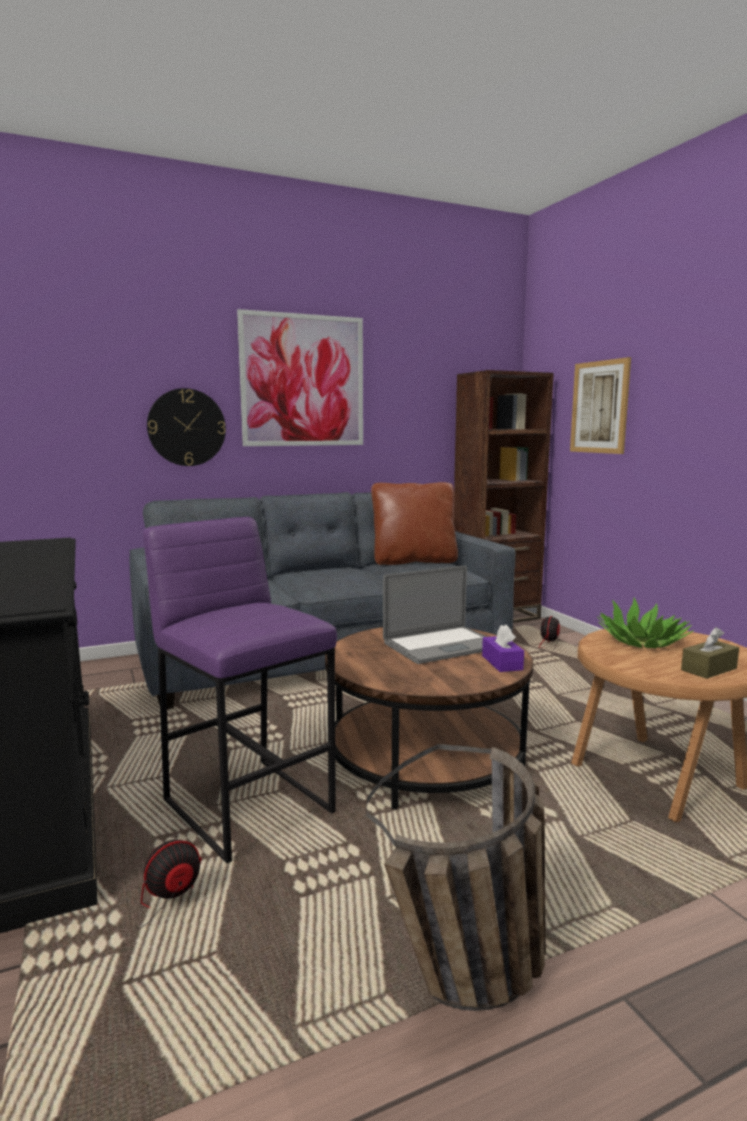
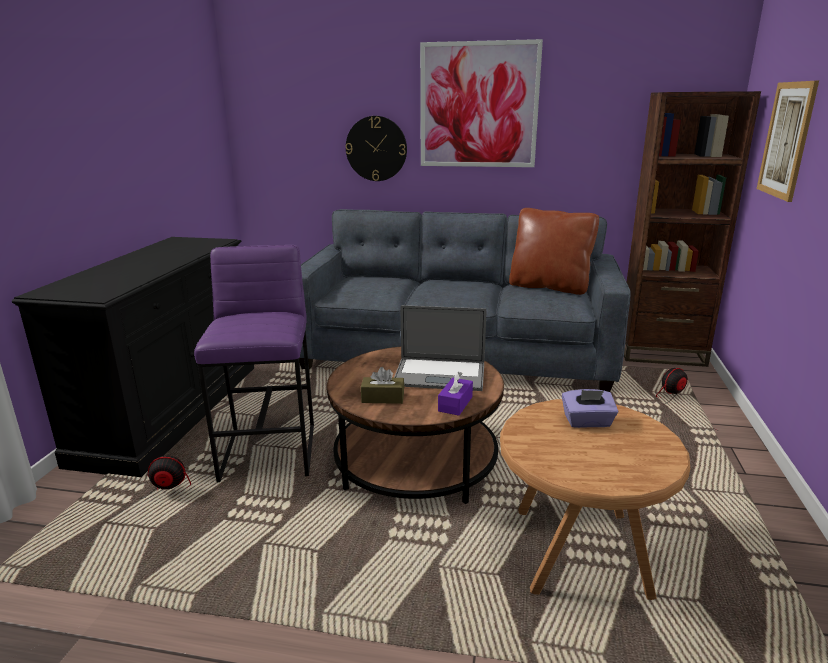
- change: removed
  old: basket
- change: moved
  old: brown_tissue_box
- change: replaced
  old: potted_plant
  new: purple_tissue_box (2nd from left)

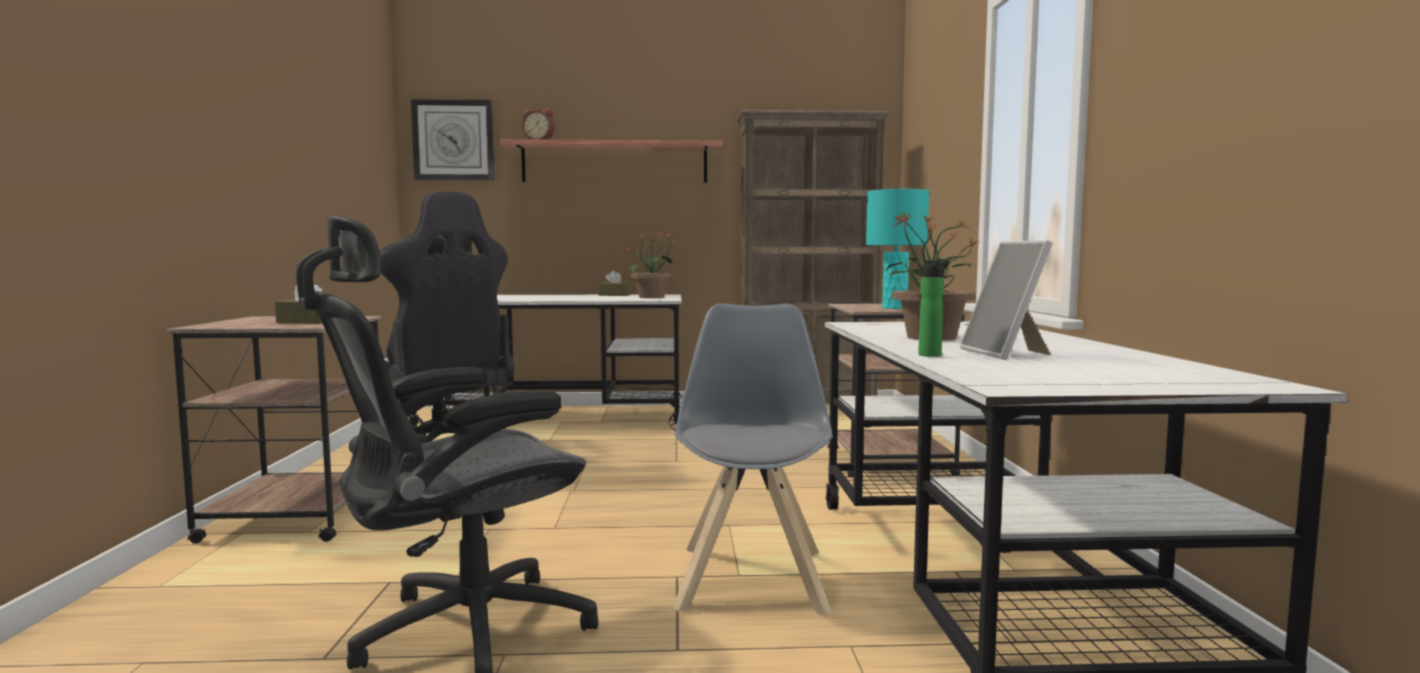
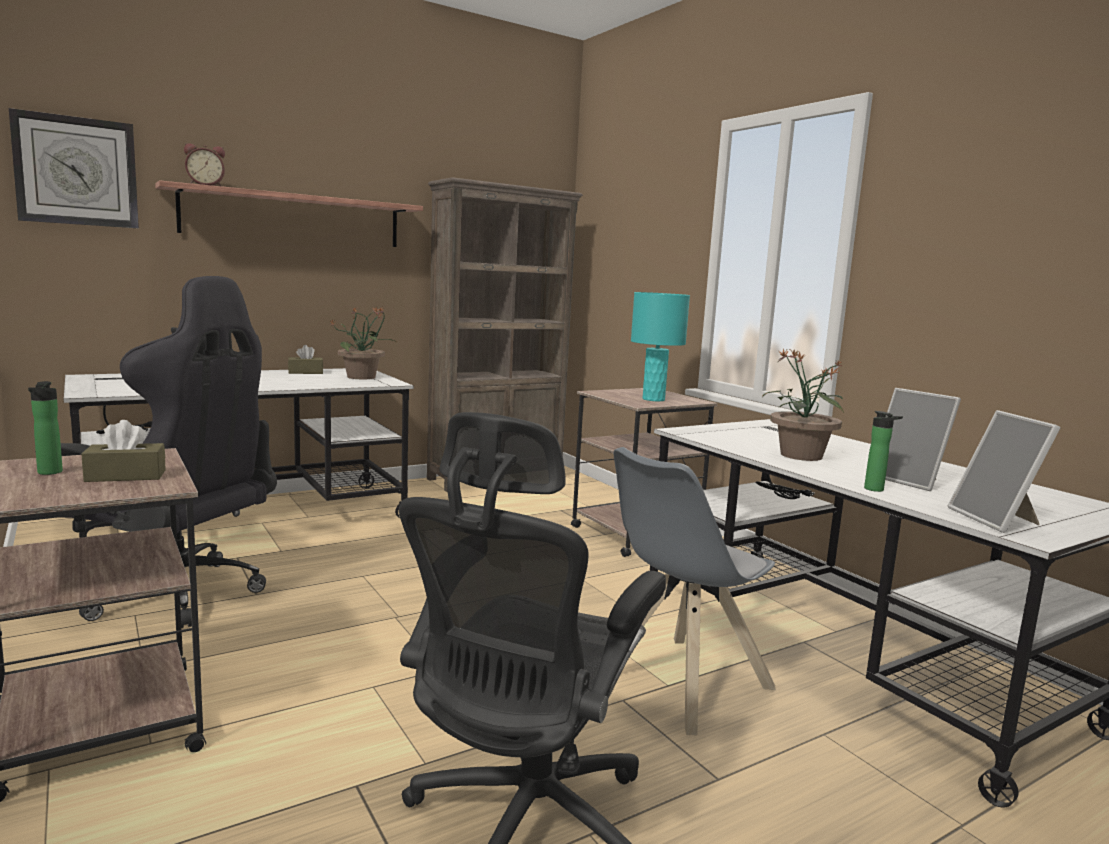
- change: added
  new: bottle (1st from left)
- change: added
  new: picture_frame (2nd from left)
- change: turned
  old: grey_chair
  degrees: -105

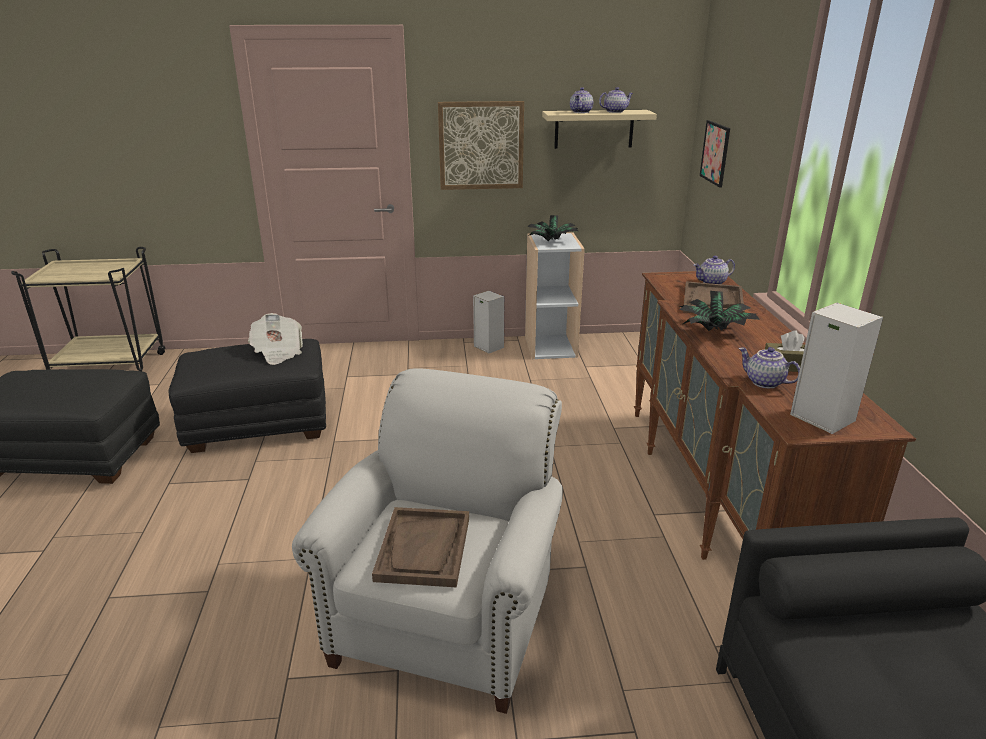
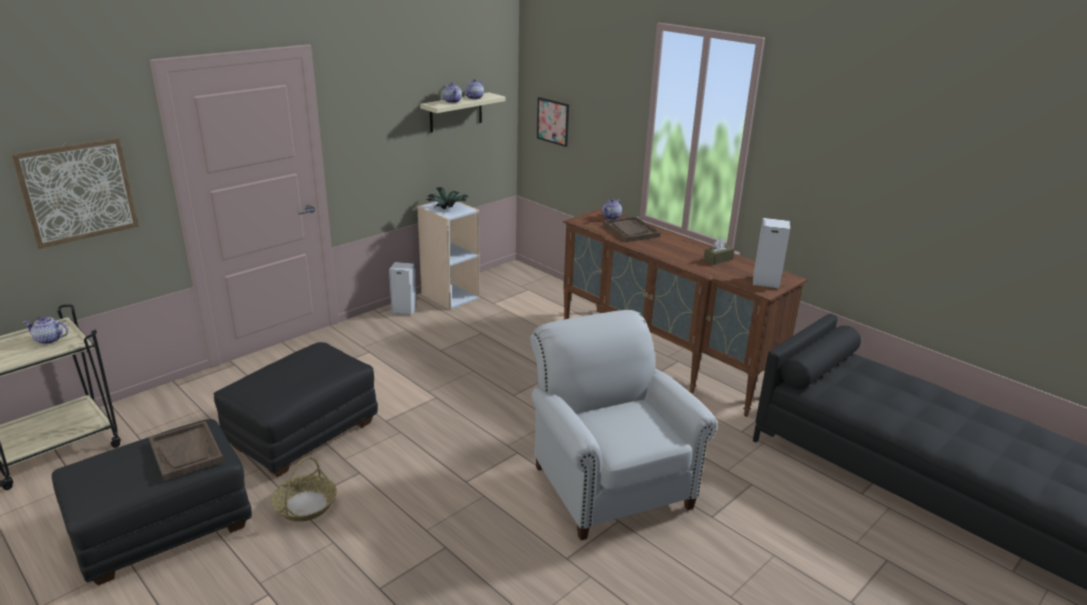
- change: removed
  old: newspaper
- change: removed
  old: potted_plant (2nd from left)
- change: added
  new: basket
- change: moved
  old: brown_tray (1st from left)
- change: moved
  old: picture (1st from left)
- change: moved
  old: teapot (4th from left in the first image)
  new: teapot (1st from left)

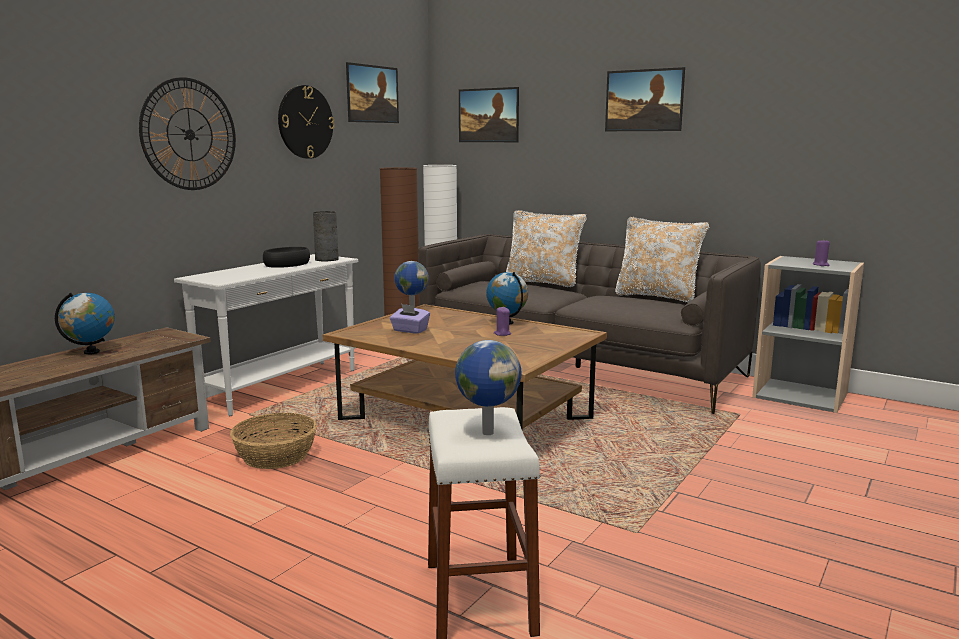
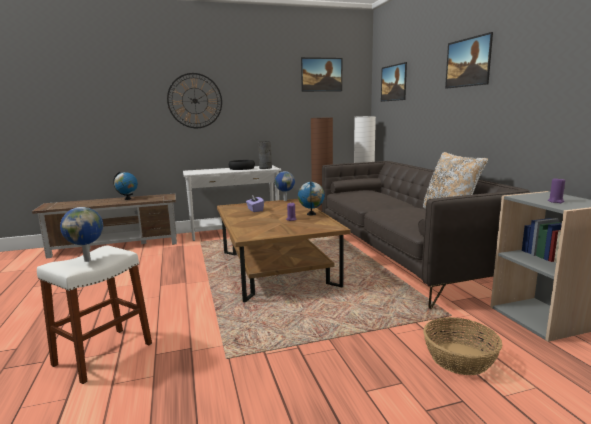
- change: removed
  old: wall_clock (2nd from left)
- change: removed
  old: white_pillow (1st from left)
- change: moved
  old: basket

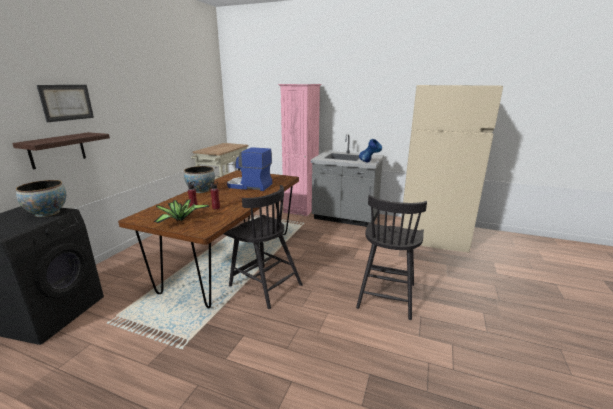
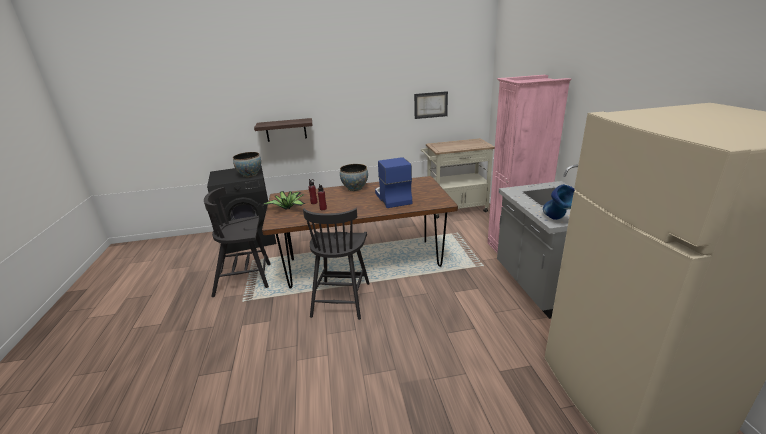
- change: moved
  old: picture
- change: moved
  old: black_chair (2nd from left in the first image)
  new: black_chair (1st from left)

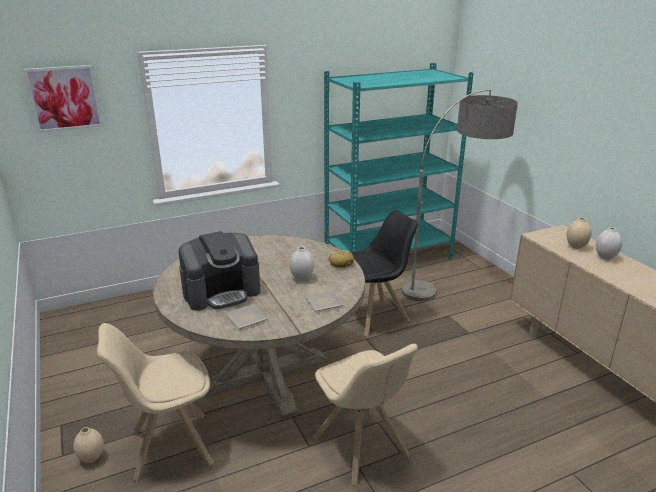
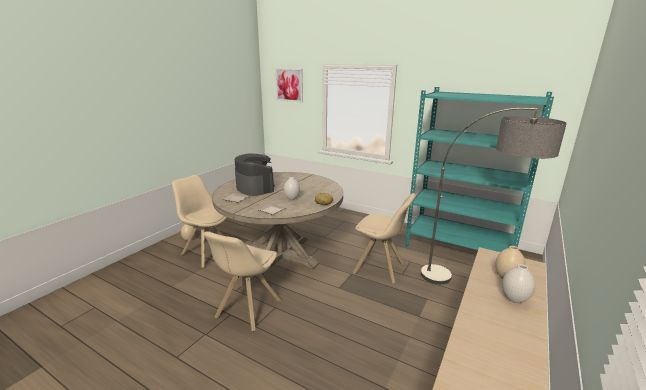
- change: recoloured
  old: black_chair
  new: beige_chair (3rd from left)
- change: turned
  old: coffee_machine
  degrees: -150

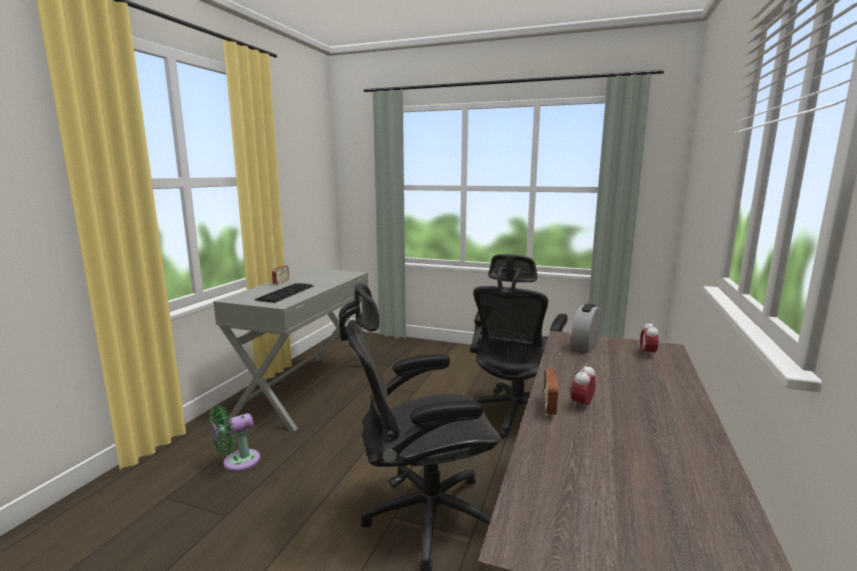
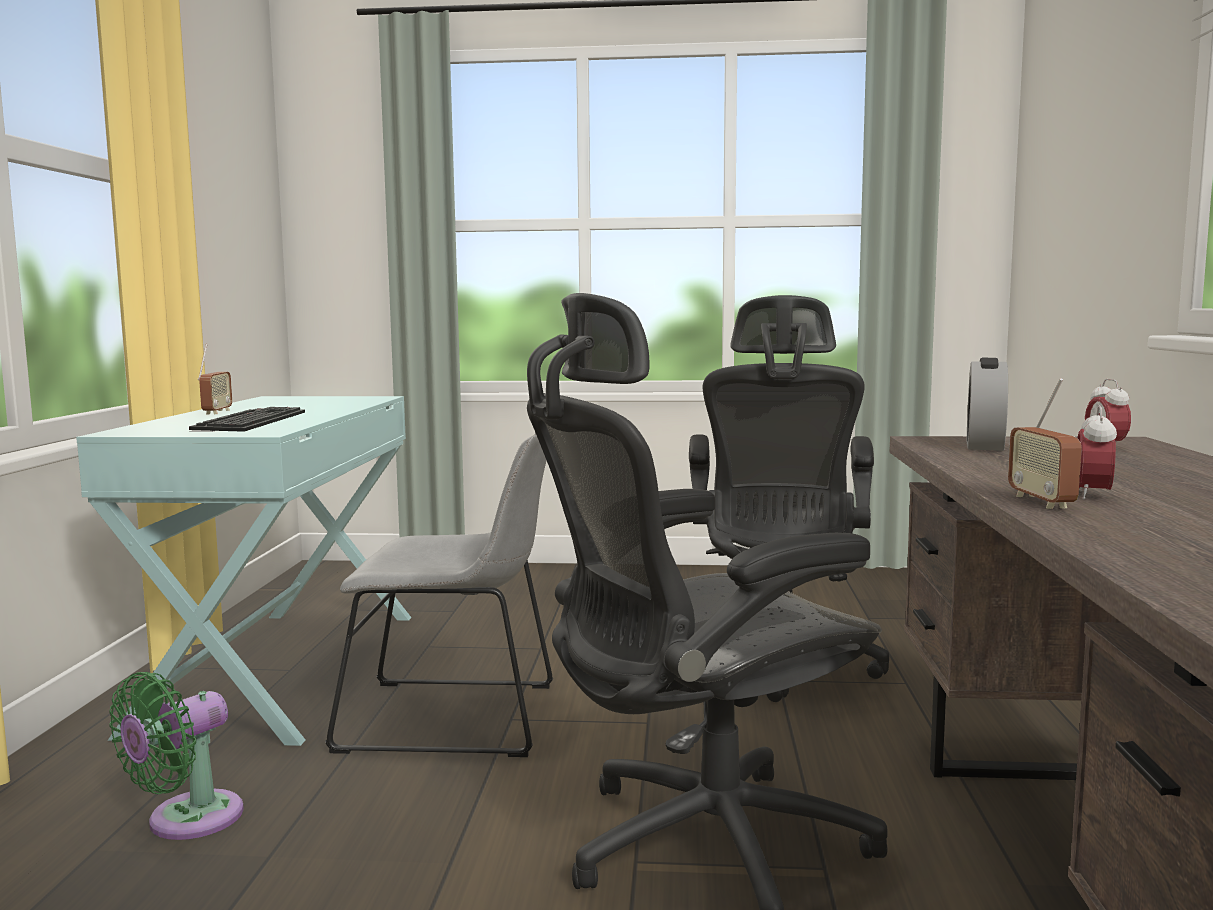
- change: added
  new: grey_chair
- change: recoloured
  old: grey_desk
  new: turquoise_desk

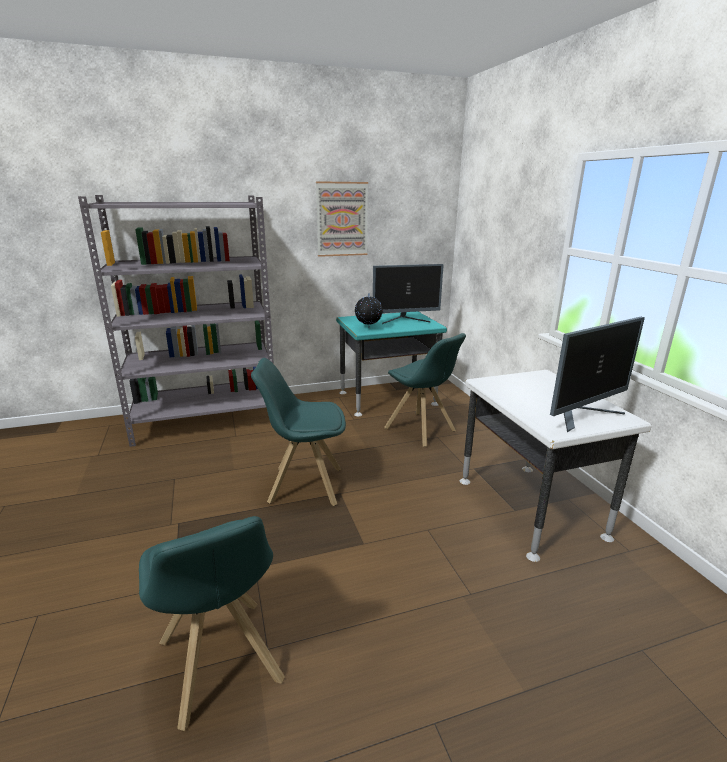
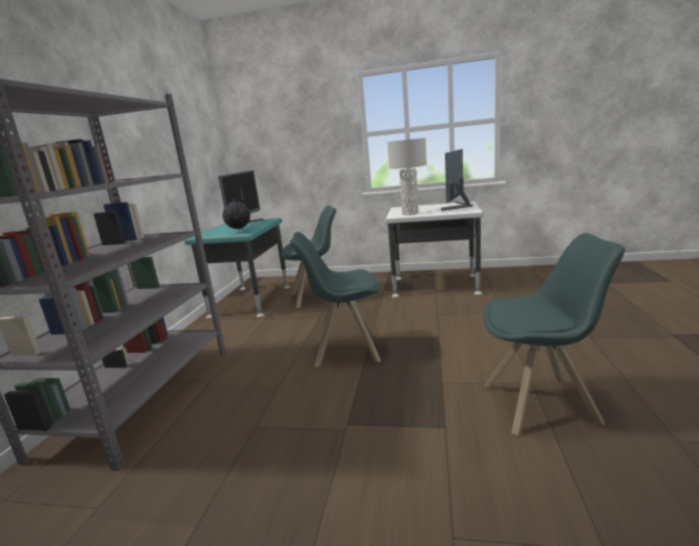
- change: removed
  old: picture
- change: added
  new: white_table_lamp
- change: turned
  old: turquoise_chair (2nd from left)
  degrees: 60
- change: turned
  old: monitor (2nd from left)
  degrees: -150

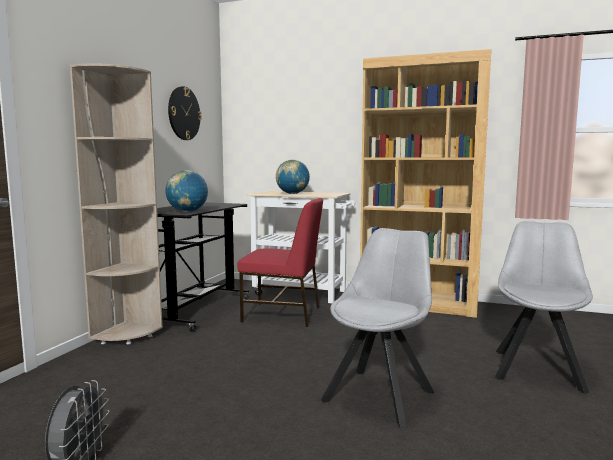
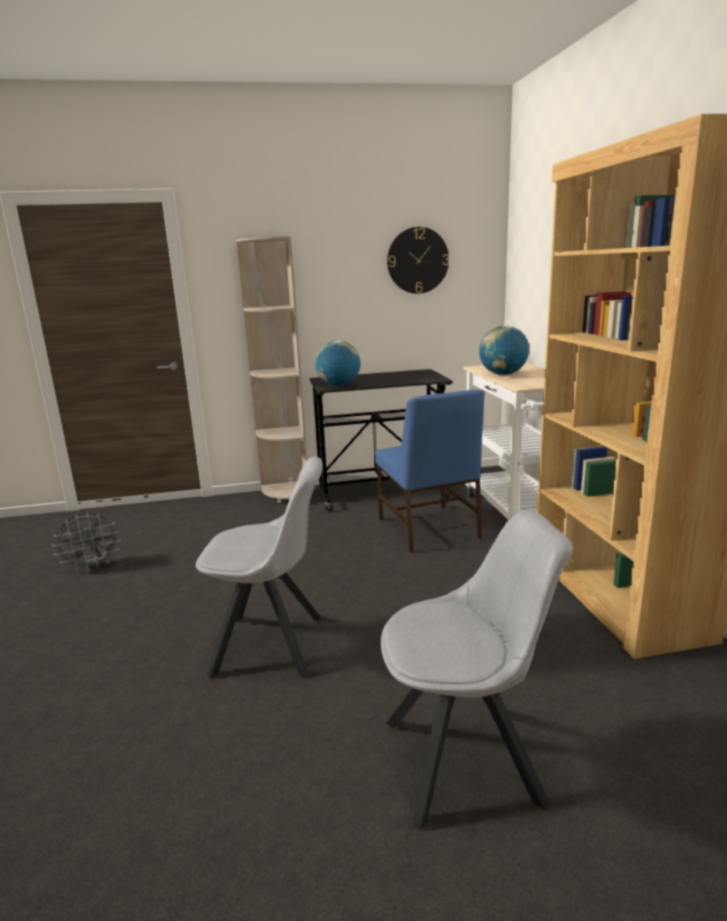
- change: recoloured
  old: red_chair
  new: blue_chair

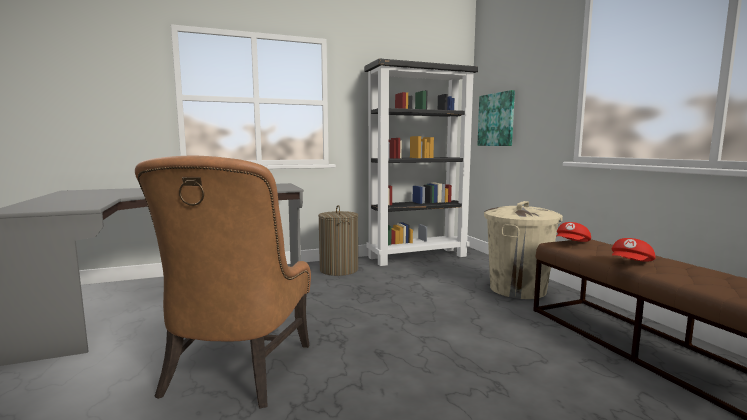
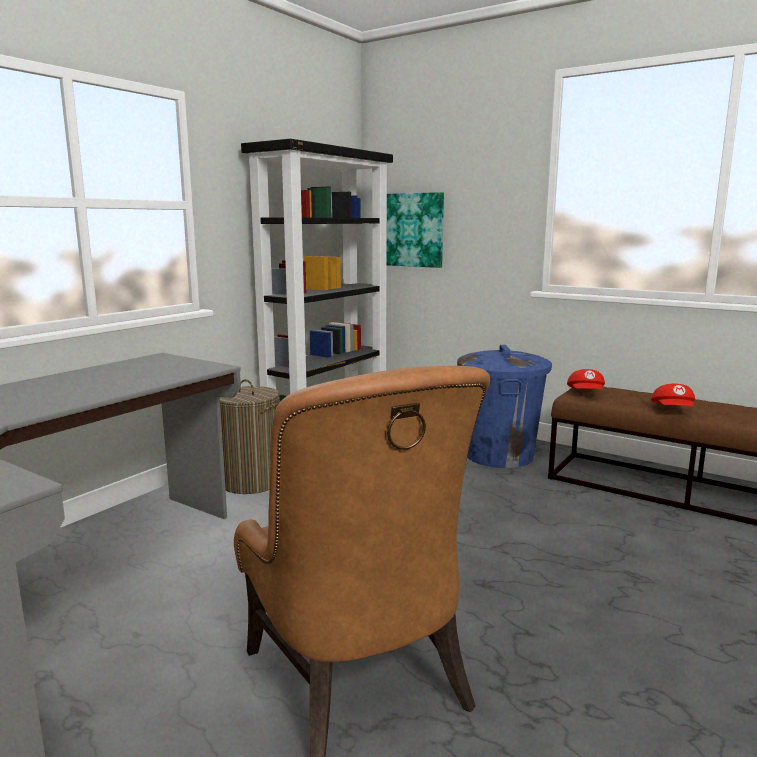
- change: recoloured
  old: beige_trash_can
  new: blue_trash_can

